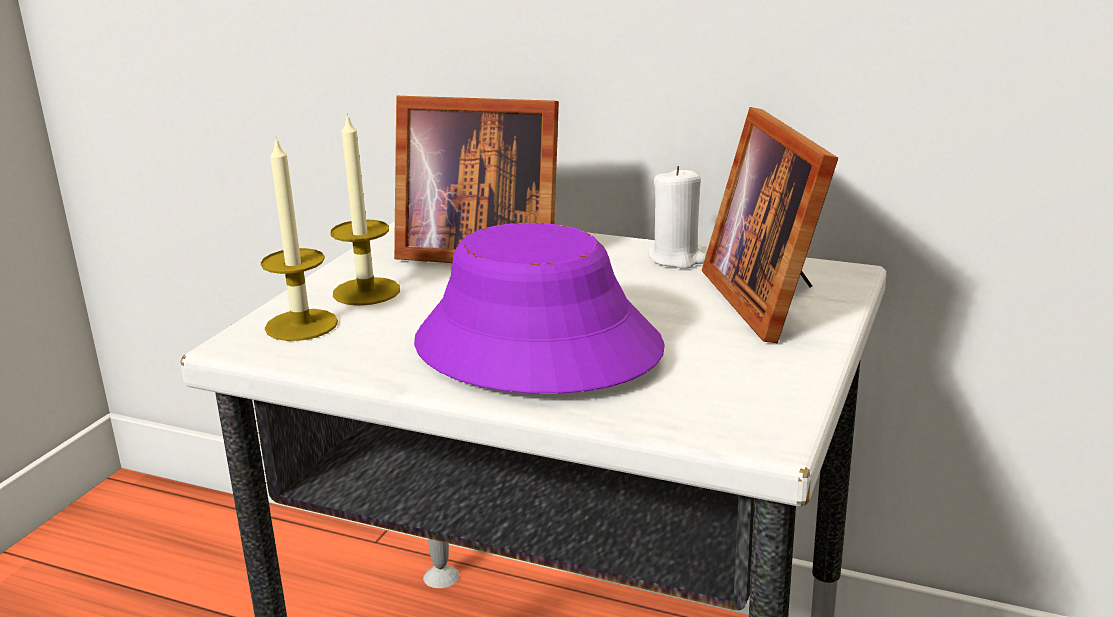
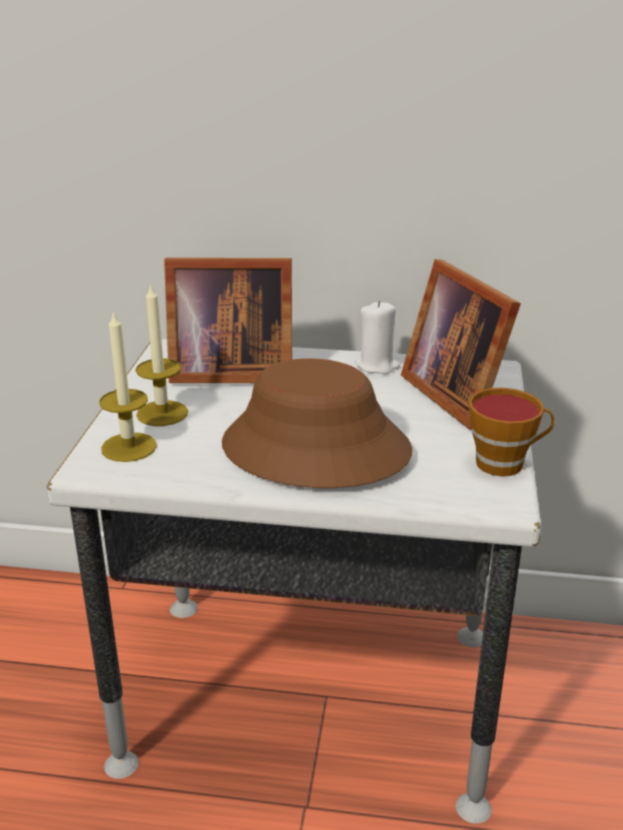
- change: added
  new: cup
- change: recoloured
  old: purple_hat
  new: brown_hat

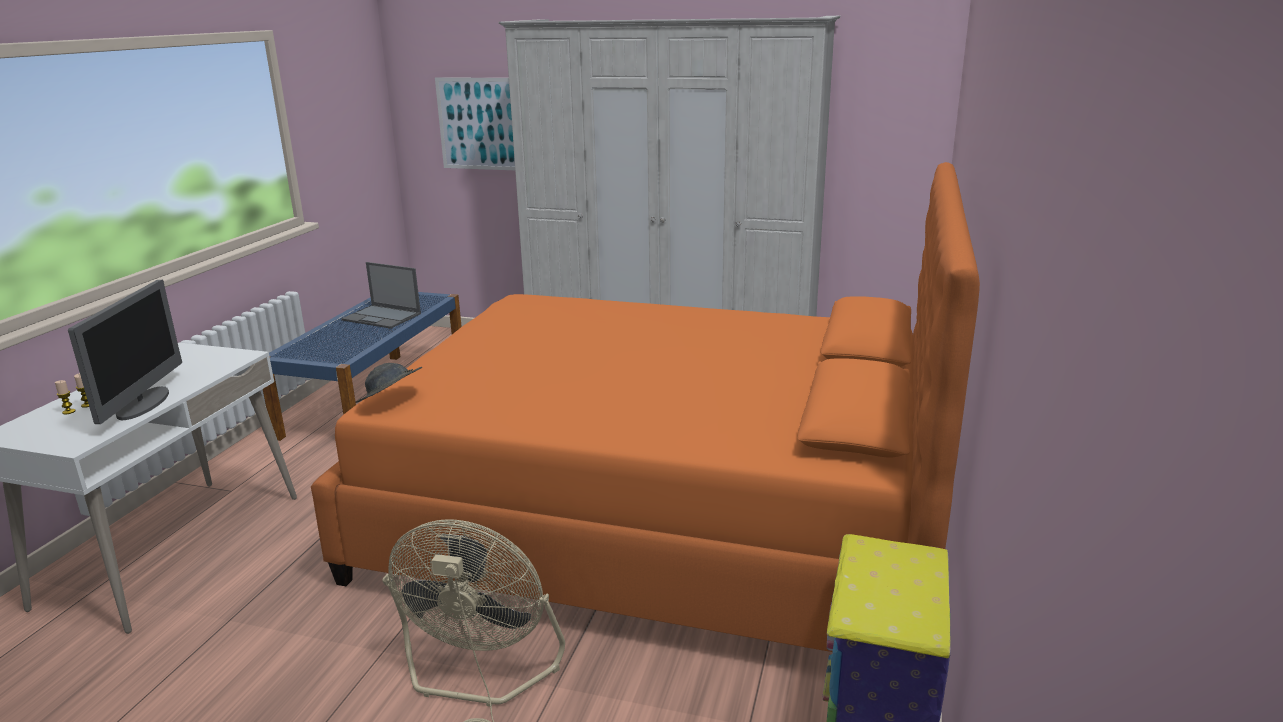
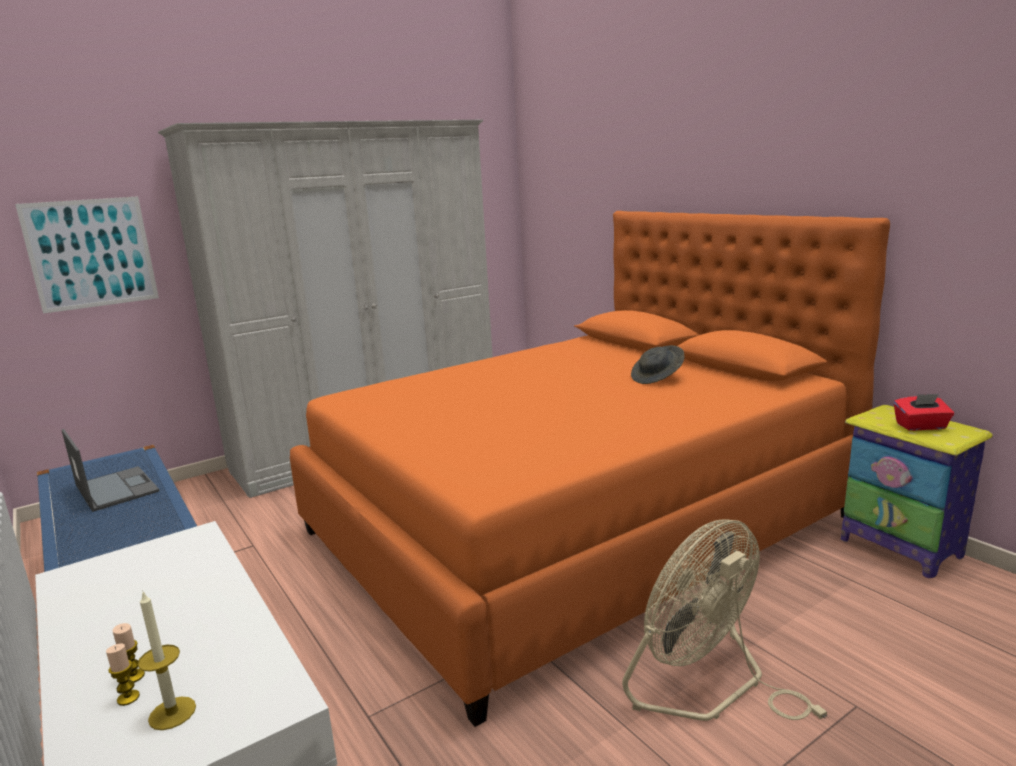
- change: removed
  old: monitor
- change: added
  new: candle (3rd from left)
- change: added
  new: red_tissue_box
- change: moved
  old: grey_hat
- change: turned
  old: laptop
  degrees: -105

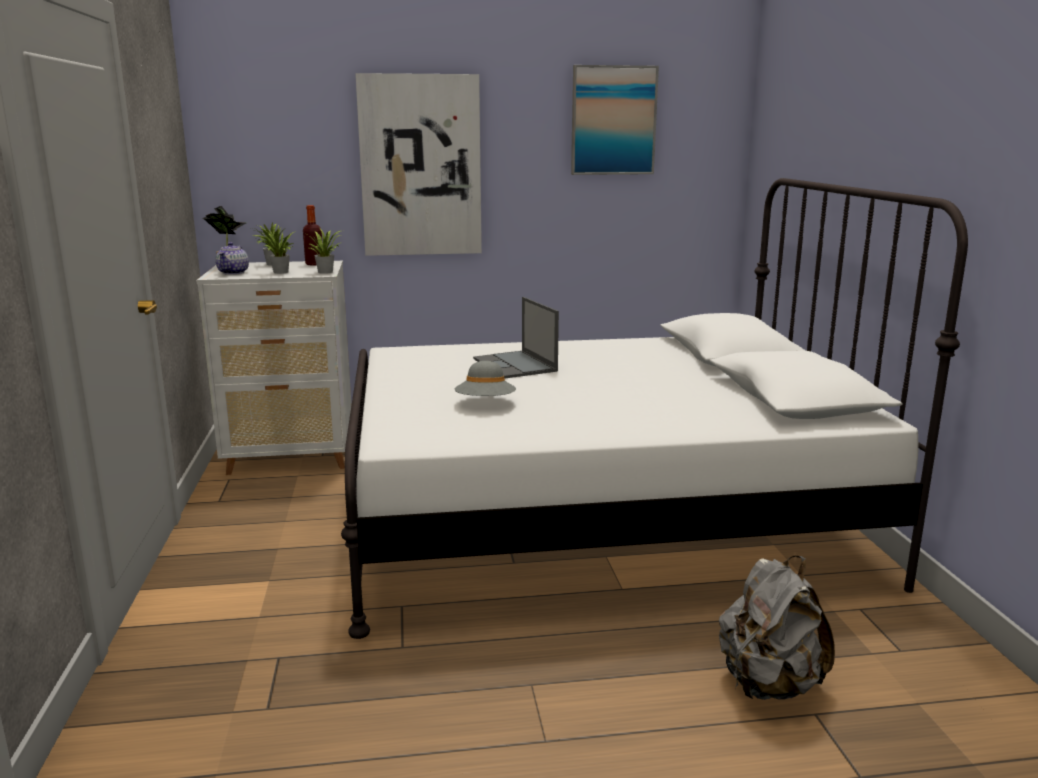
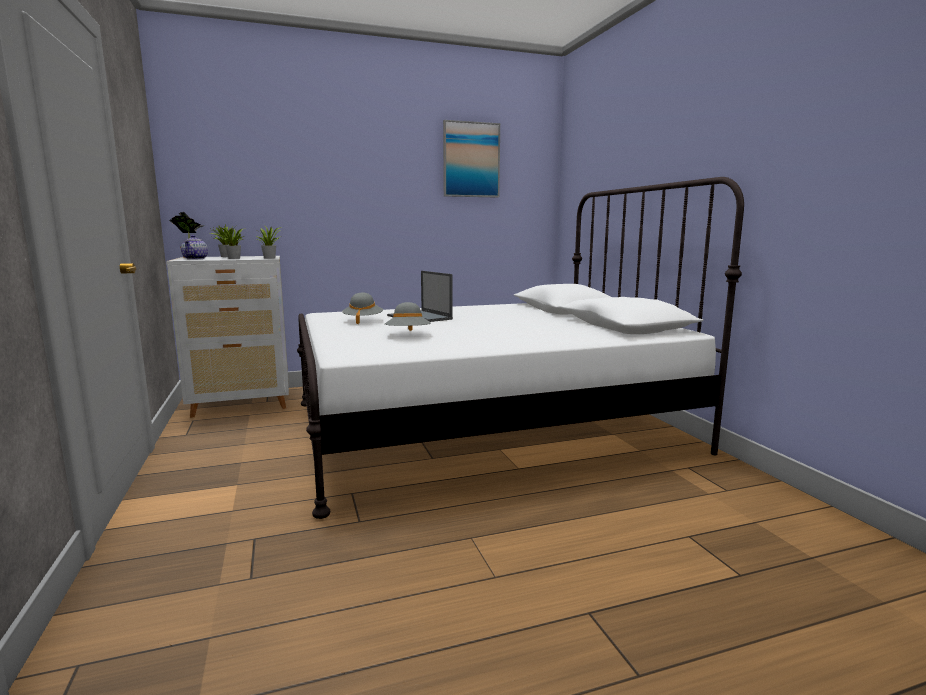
- change: removed
  old: bottle
- change: removed
  old: picture (1st from left)
- change: removed
  old: grey_backpack
- change: added
  new: grey_hat (1st from left)

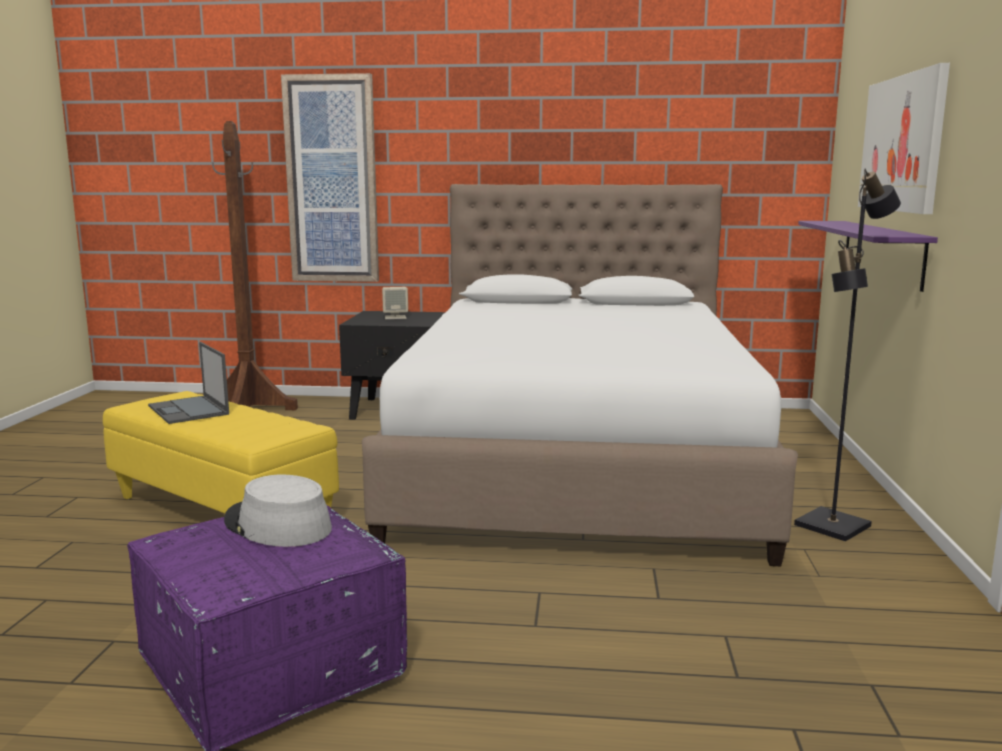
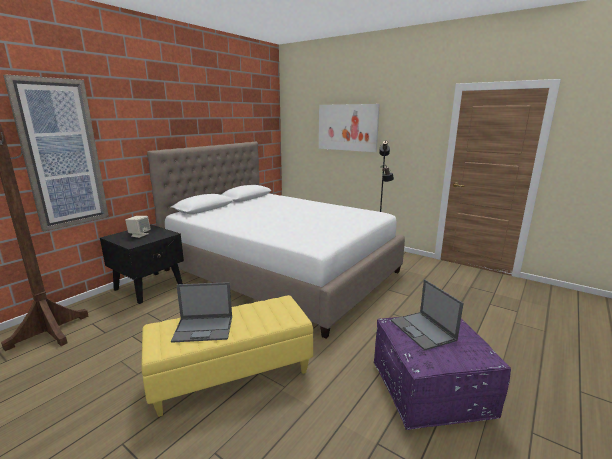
- change: removed
  old: purple_shelf
- change: replaced
  old: grey_hat
  new: laptop (2nd from left)

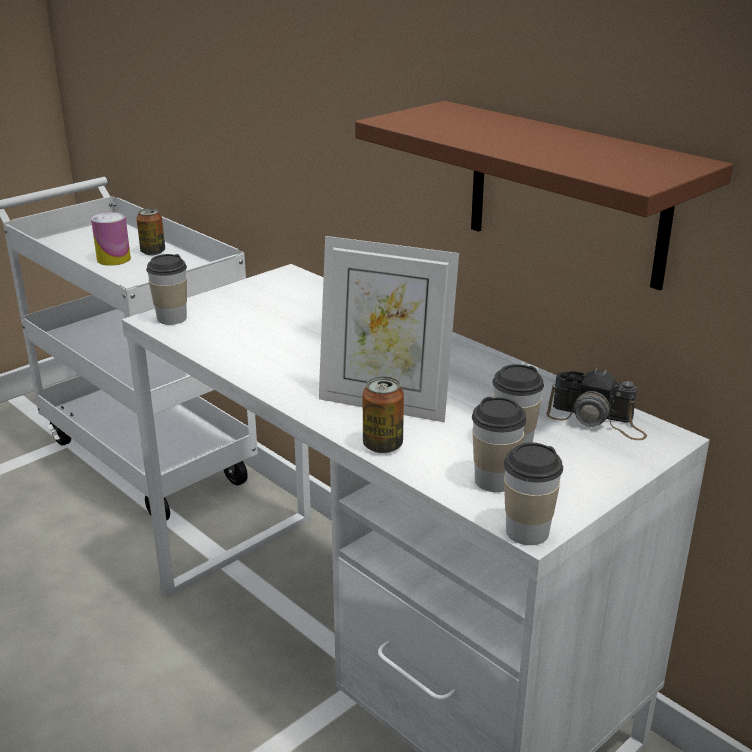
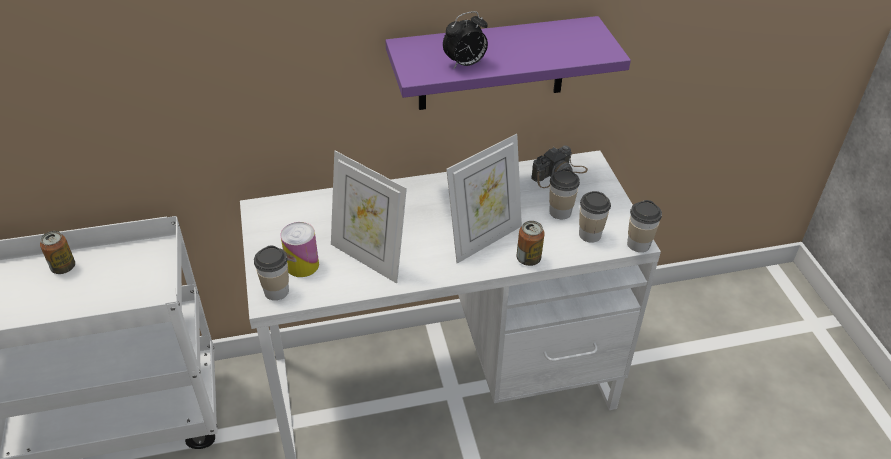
- change: added
  new: picture_frame (1st from left)
- change: added
  new: alarm_clock
- change: moved
  old: can (1st from left in the first image)
  new: can (2nd from left)
- change: recoloured
  old: brown_shelf
  new: purple_shelf

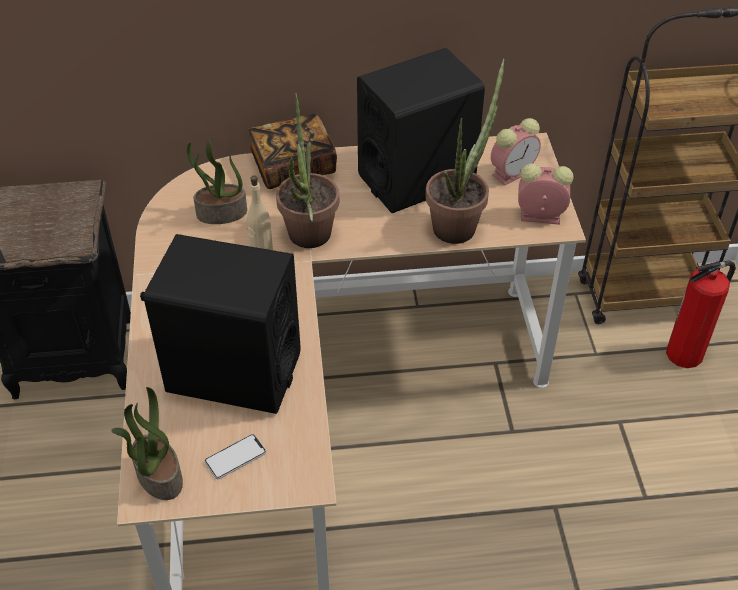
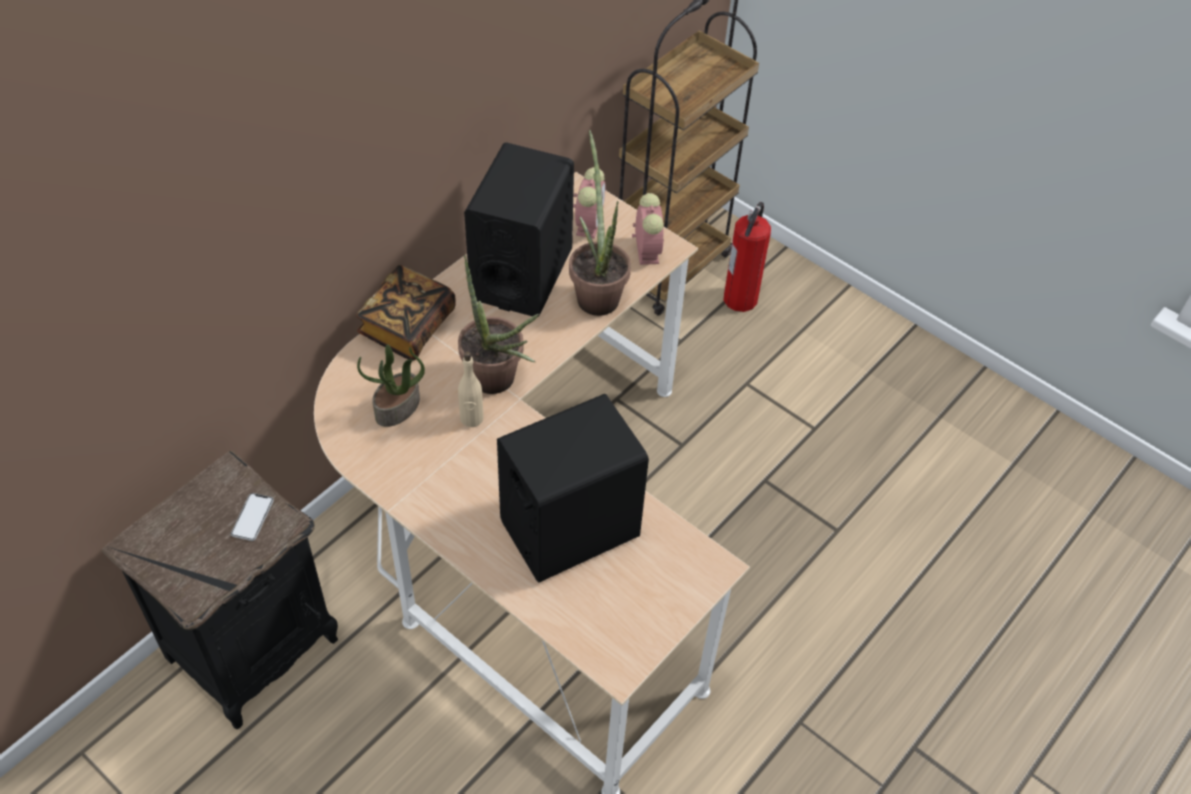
- change: removed
  old: potted_plant (1st from left)
- change: moved
  old: phone
- change: turned
  old: alarm_clock (2nd from left)
  degrees: 120

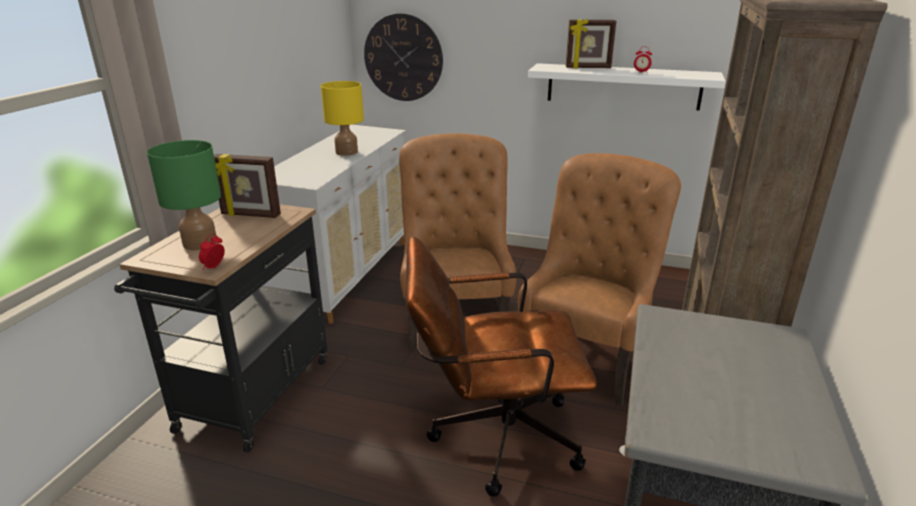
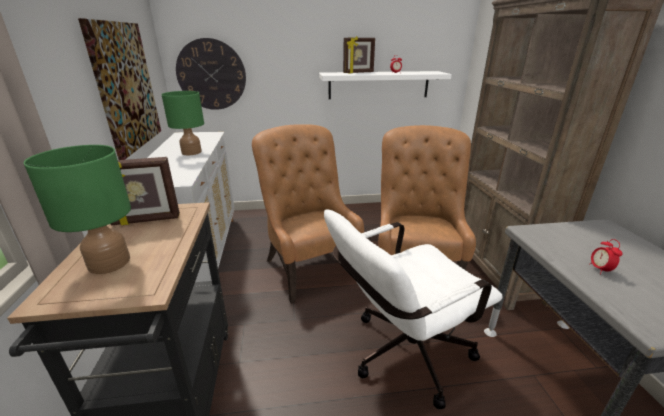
- change: added
  new: picture
- change: moved
  old: alarm_clock (1st from left in the first image)
  new: alarm_clock (2nd from left)
- change: recoloured
  old: yellow_table_lamp
  new: green_table_lamp (2nd from left)
- change: recoloured
  old: brown_office_chair
  new: white_office_chair

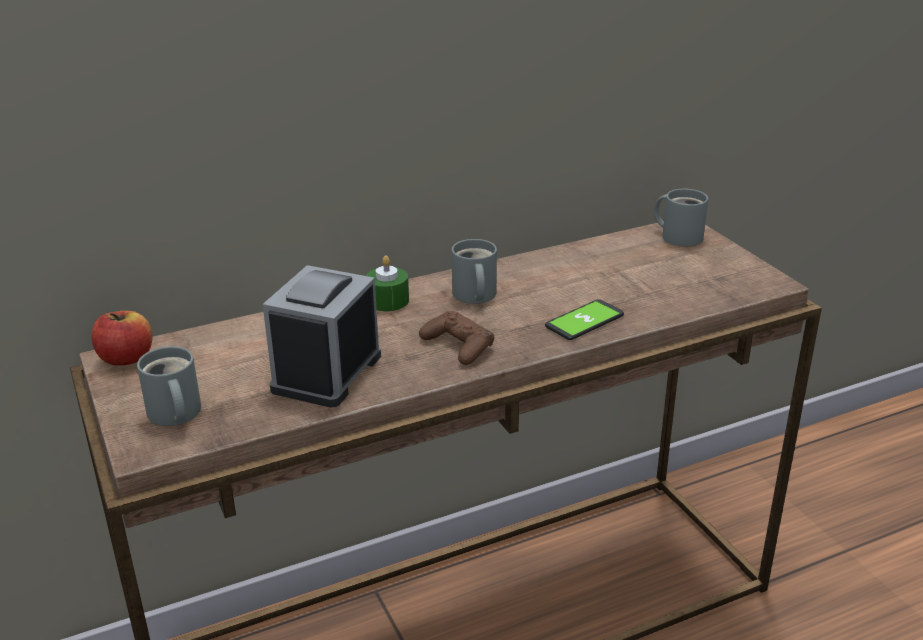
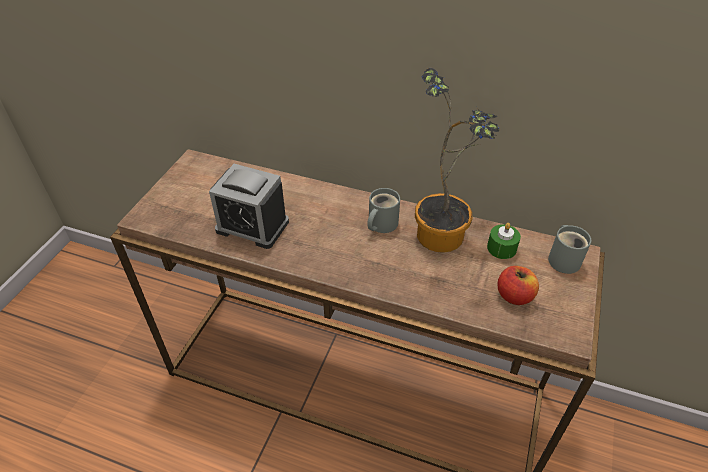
- change: removed
  old: grey_mug (1st from left)
- change: removed
  old: brown_game_controller
- change: removed
  old: phone
- change: added
  new: potted_plant
- change: moved
  old: apple
- change: moved
  old: green_candle
- change: turned
  old: alarm_clock
  degrees: -135

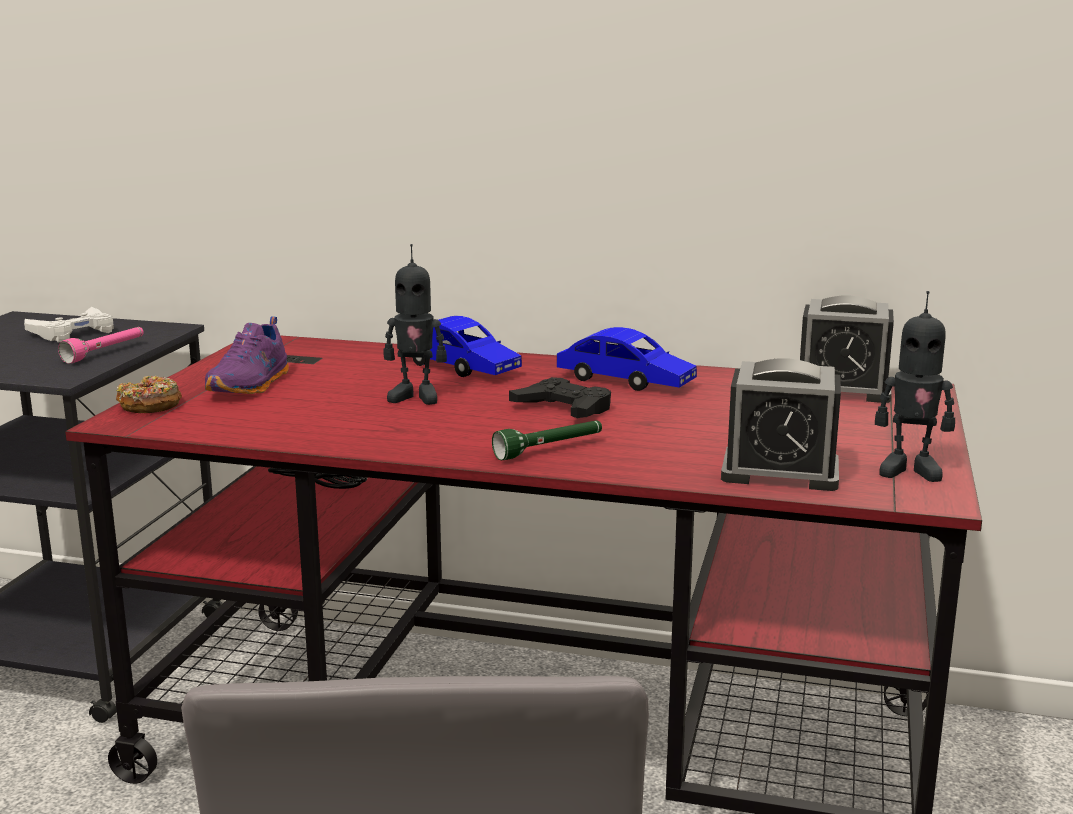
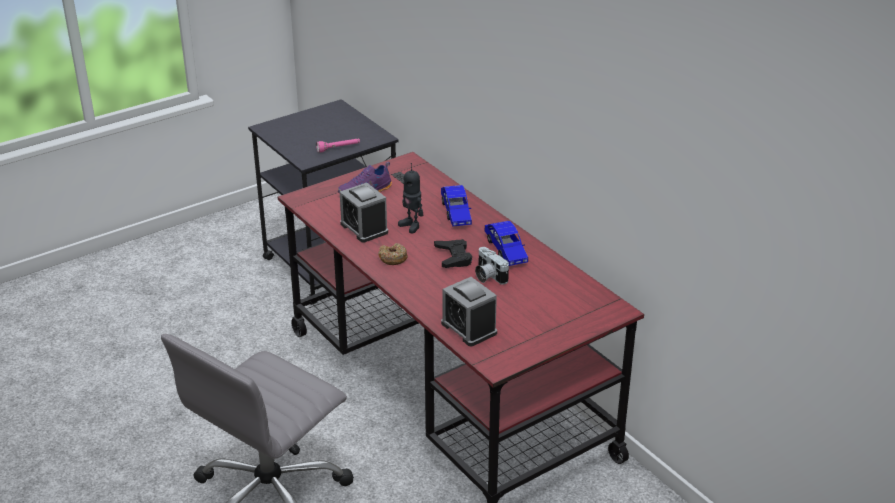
- change: removed
  old: white_game_controller
- change: removed
  old: green_flashlight
- change: removed
  old: toy_robot (2nd from left)
- change: added
  new: photo_camera
- change: moved
  old: donut
- change: moved
  old: alarm_clock (2nd from left in the first image)
  new: alarm_clock (1st from left)

